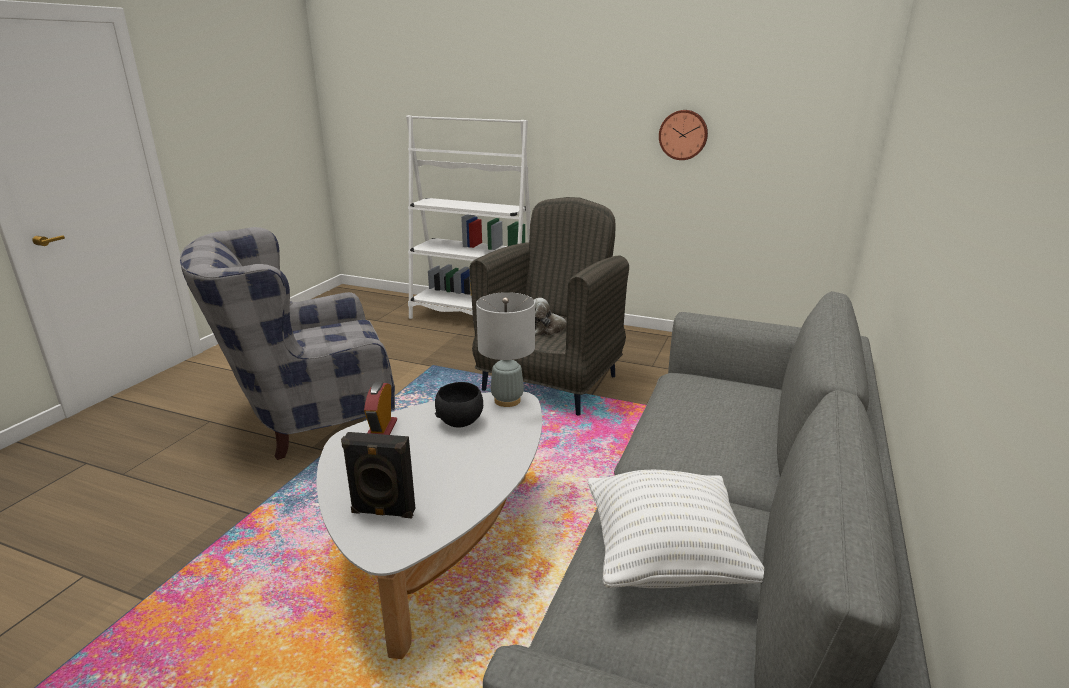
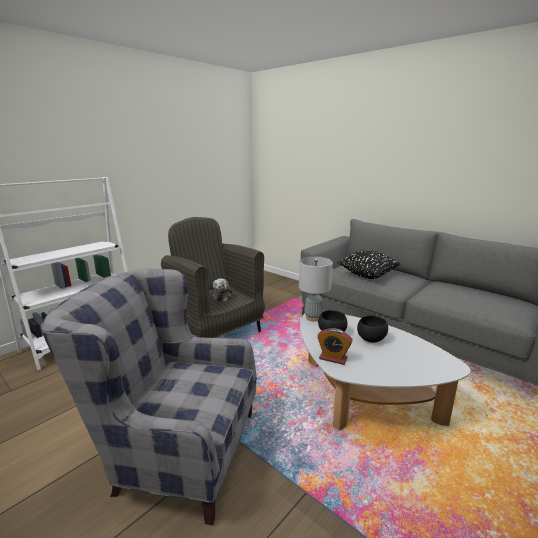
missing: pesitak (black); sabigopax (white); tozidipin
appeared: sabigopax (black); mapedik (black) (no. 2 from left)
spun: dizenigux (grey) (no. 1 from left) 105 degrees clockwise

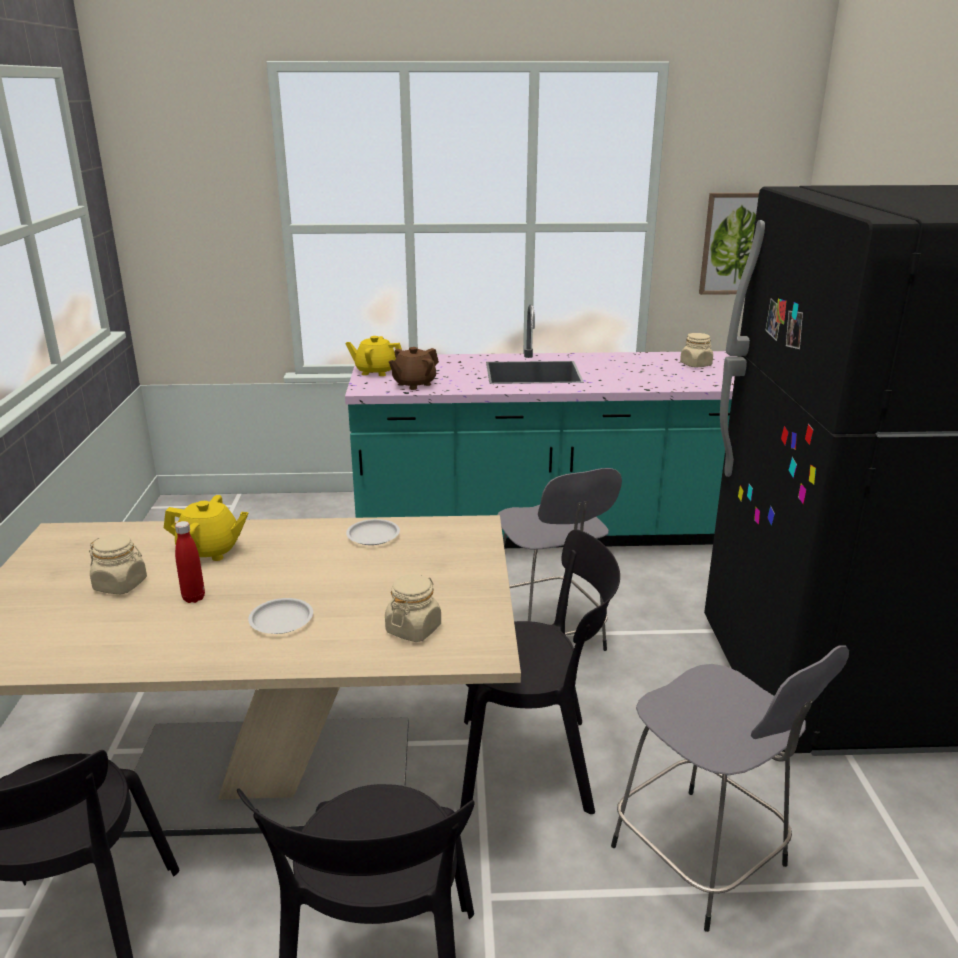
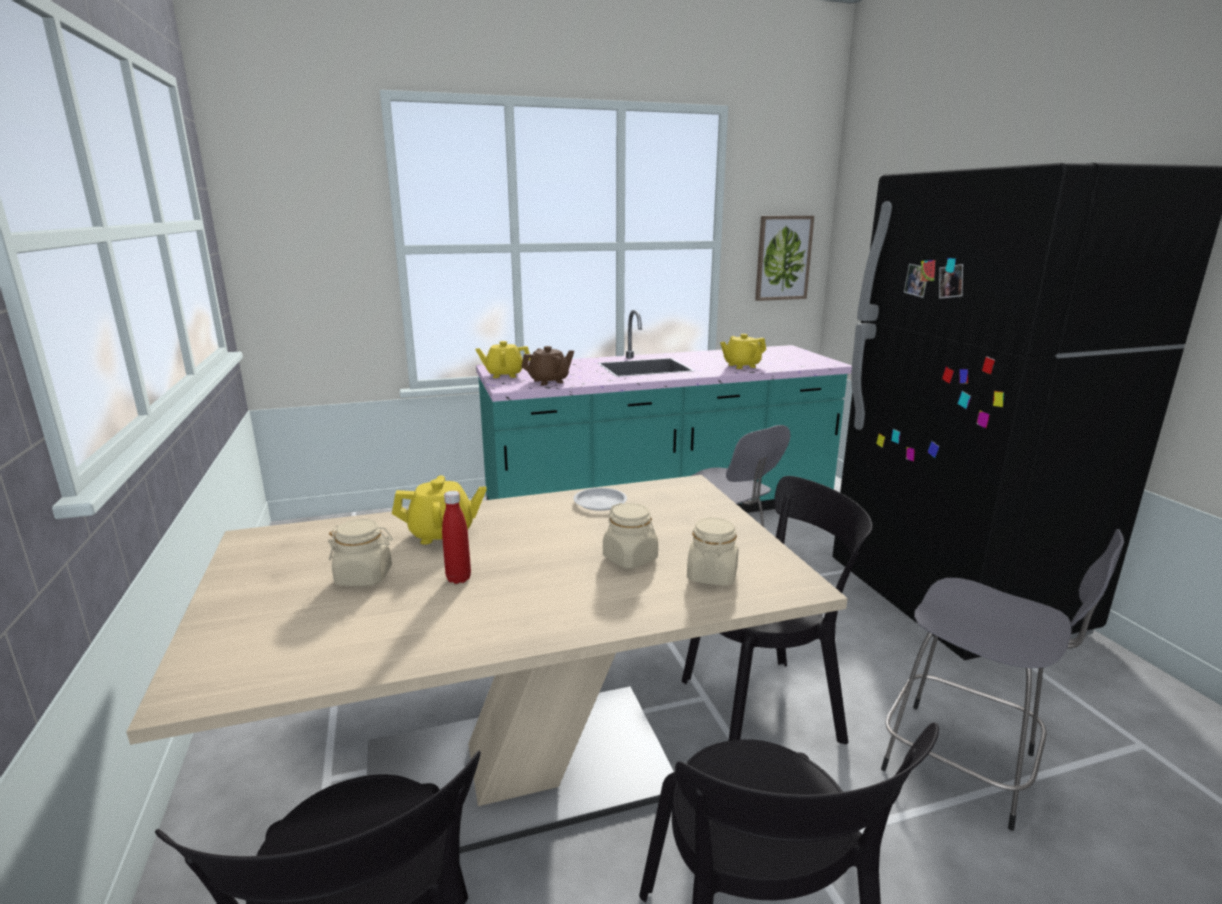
missing: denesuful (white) (no. 1 from left)
appeared: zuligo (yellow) (no. 3 from left)
relocated: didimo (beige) (no. 3 from left in the first image) to didimo (beige) (no. 2 from left)
spun: zuligo (brown) 150 degrees counterclockwise

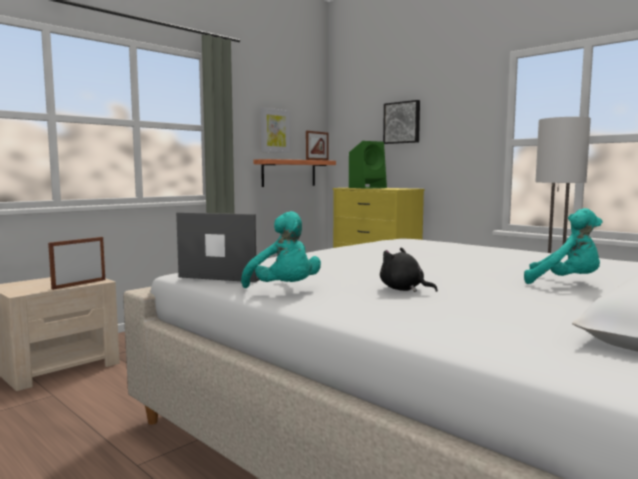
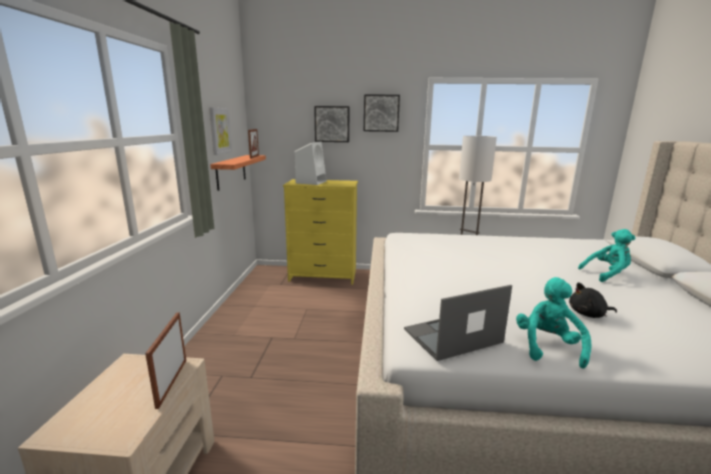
appeared: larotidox (no. 3 from left)
colour: pesitak (green) to pesitak (white)
spun: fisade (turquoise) (no. 1 from left) 90 degrees counterclockwise

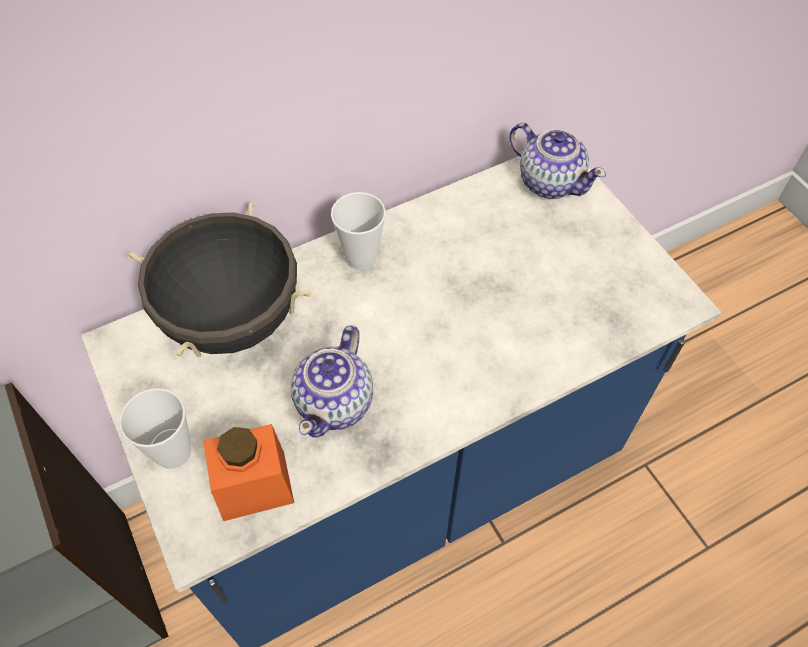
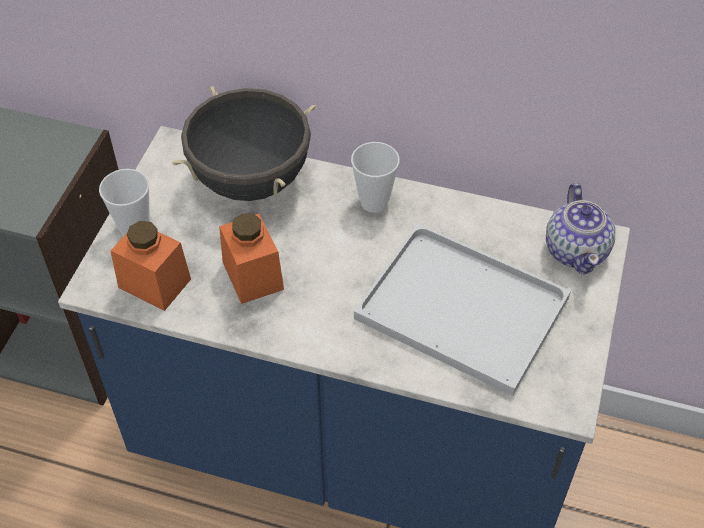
appeared: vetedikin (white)
exchanged: zuligo (no. 1 from left) to didimo (orange) (no. 2 from left)

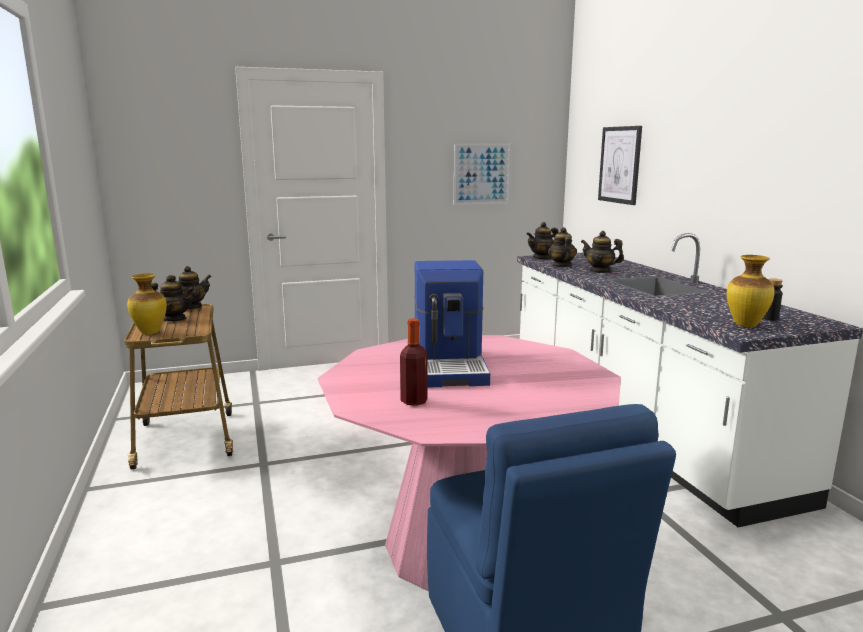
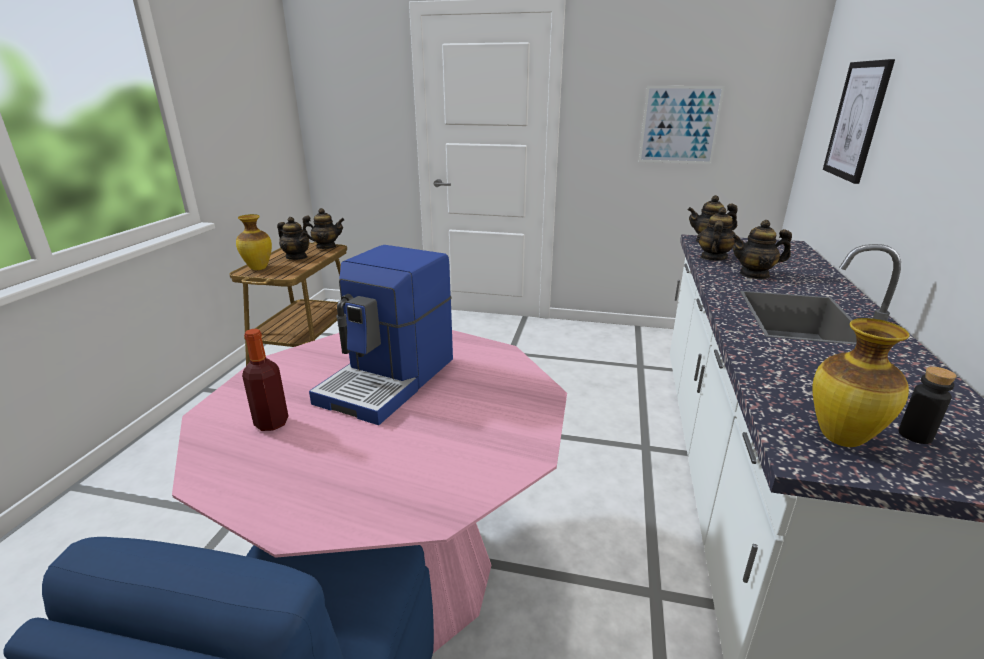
spun: zuligo (no. 5 from left) 60 degrees counterclockwise

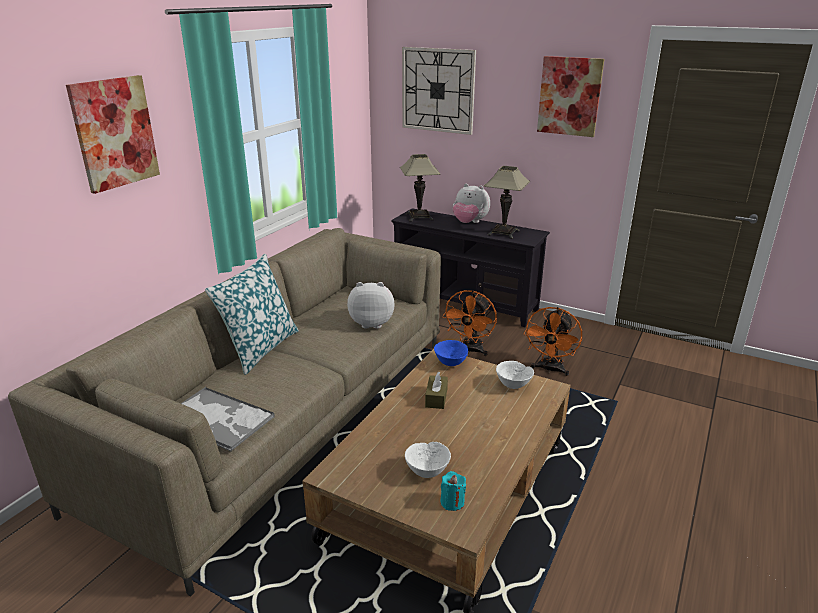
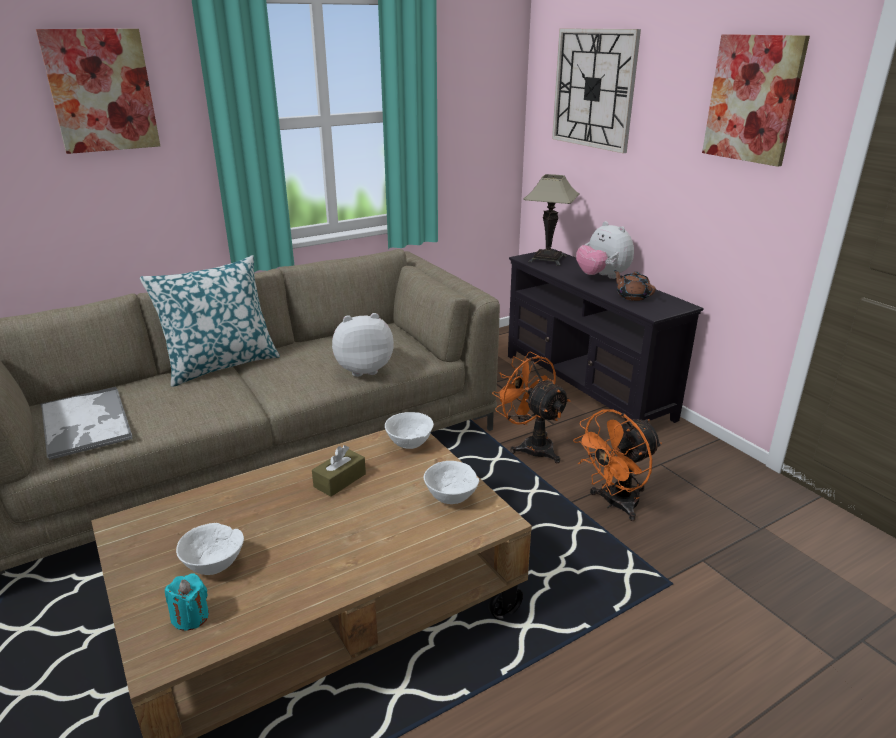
exchanged: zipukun (no. 2 from left) to zuligo (brown)
colour: mapedik (blue) to mapedik (white) (no. 2 from left)
spun: fisade (no. 1 from left) 45 degrees counterclockwise; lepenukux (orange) (no. 1 from left) 90 degrees clockwise

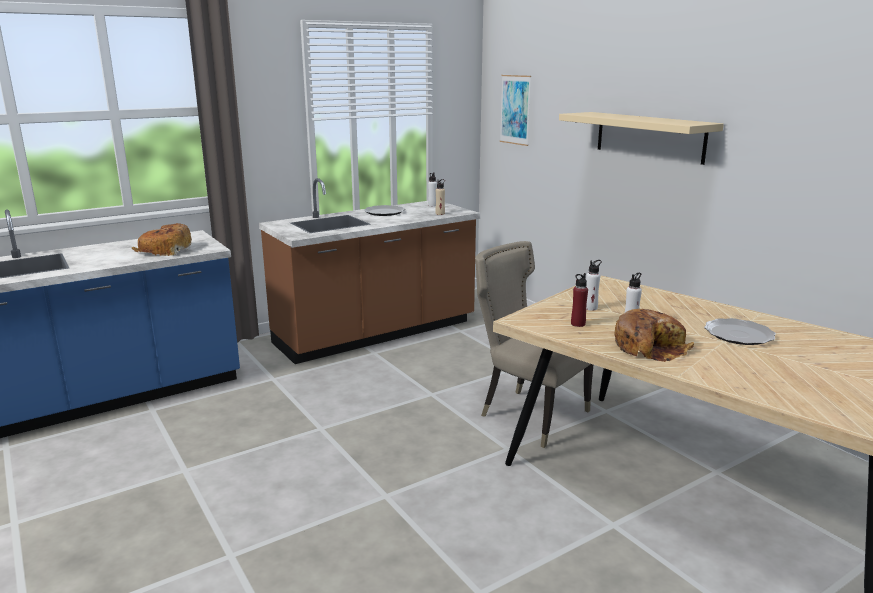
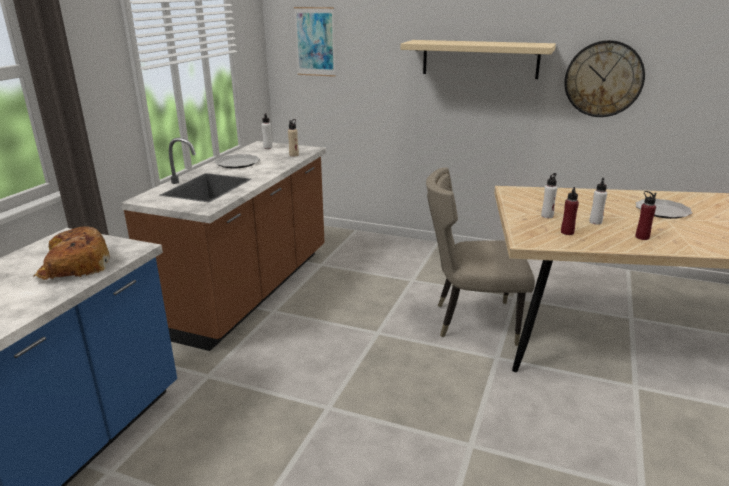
appeared: tozidipin
exchanged: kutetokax (no. 2 from left) to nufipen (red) (no. 2 from left)

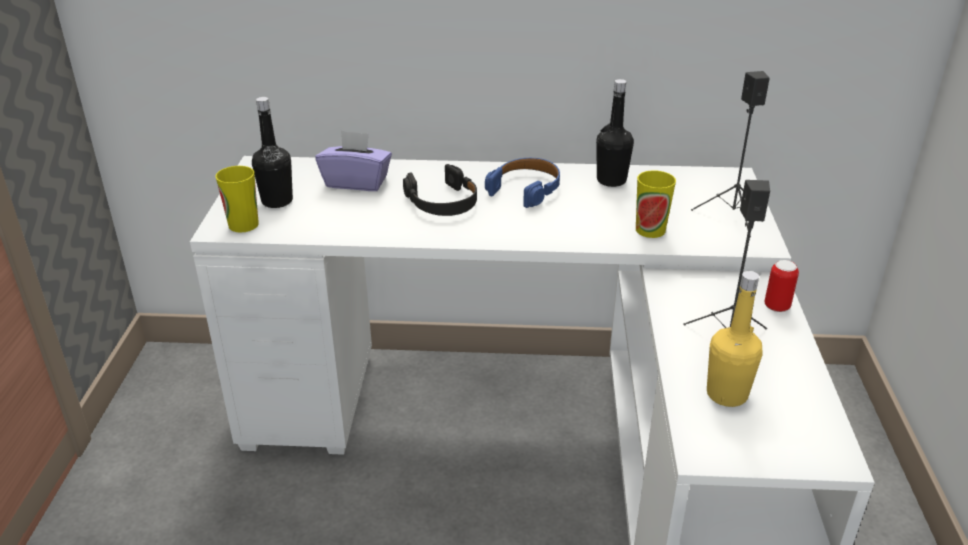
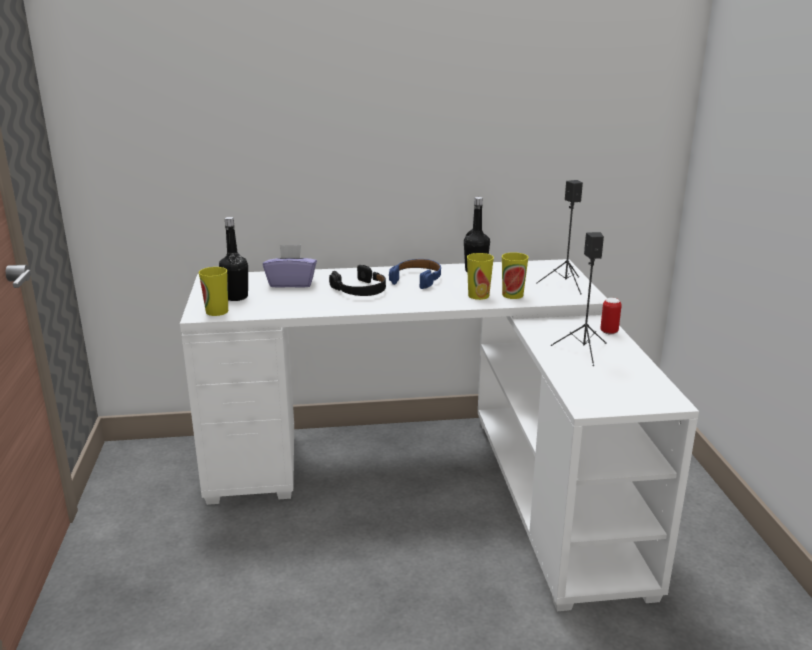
missing: nufipen (yellow)
appeared: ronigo (no. 2 from left)

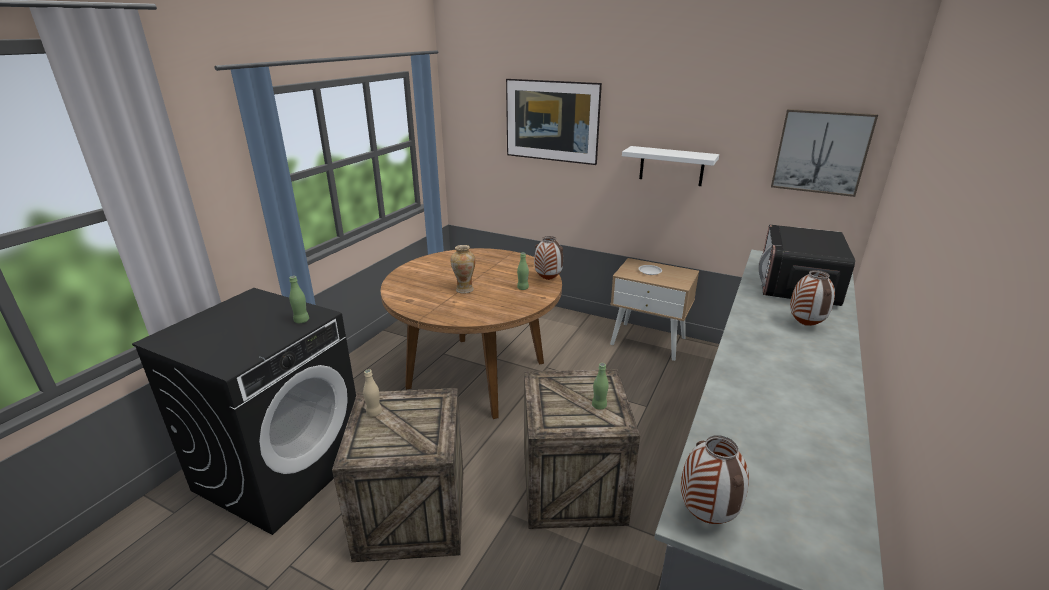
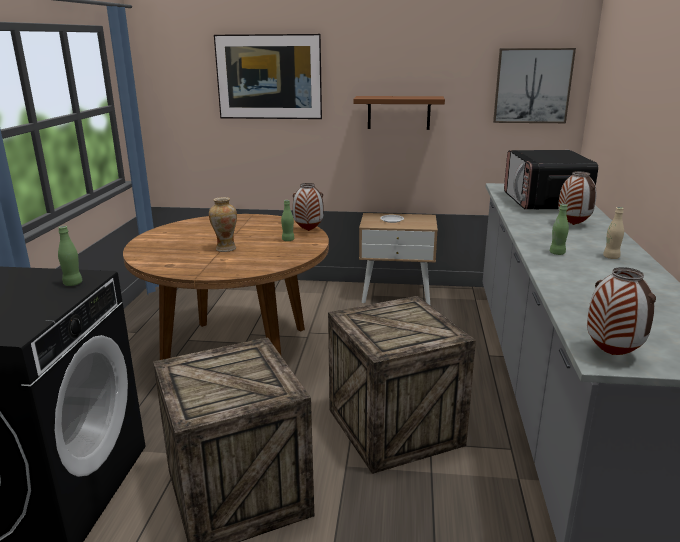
relocated: nufipen (beige); nufipen (green) (no. 3 from left)
colour: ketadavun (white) to ketadavun (brown)

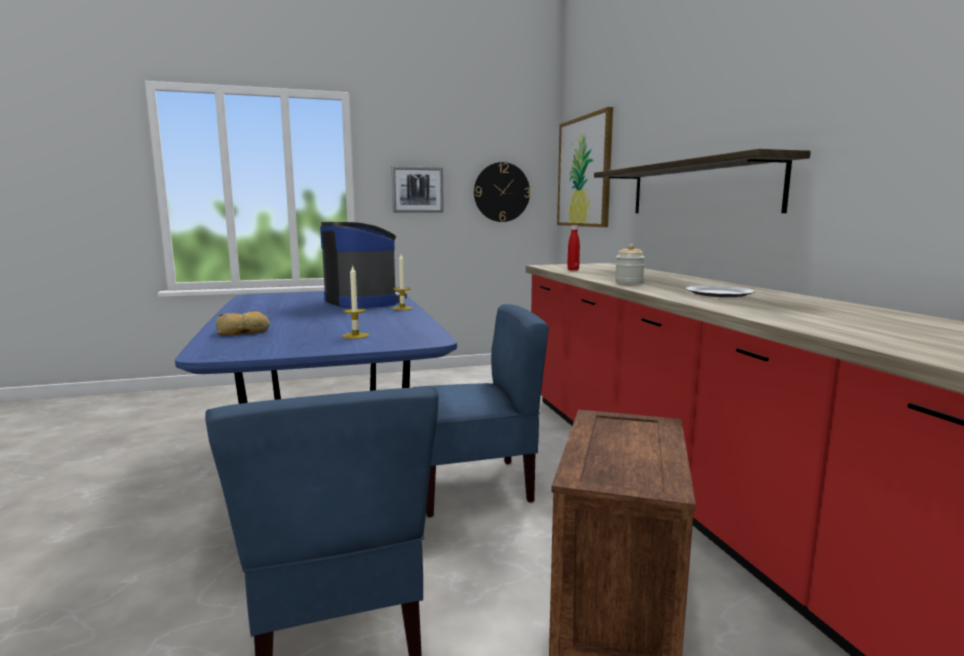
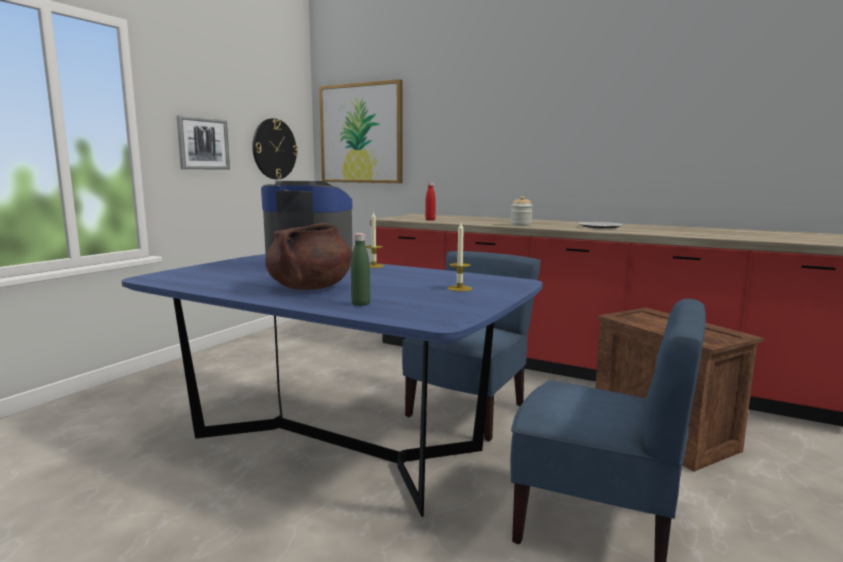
missing: ketadavun
appeared: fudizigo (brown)
exchanged: kutetokax to nufipen (green)

